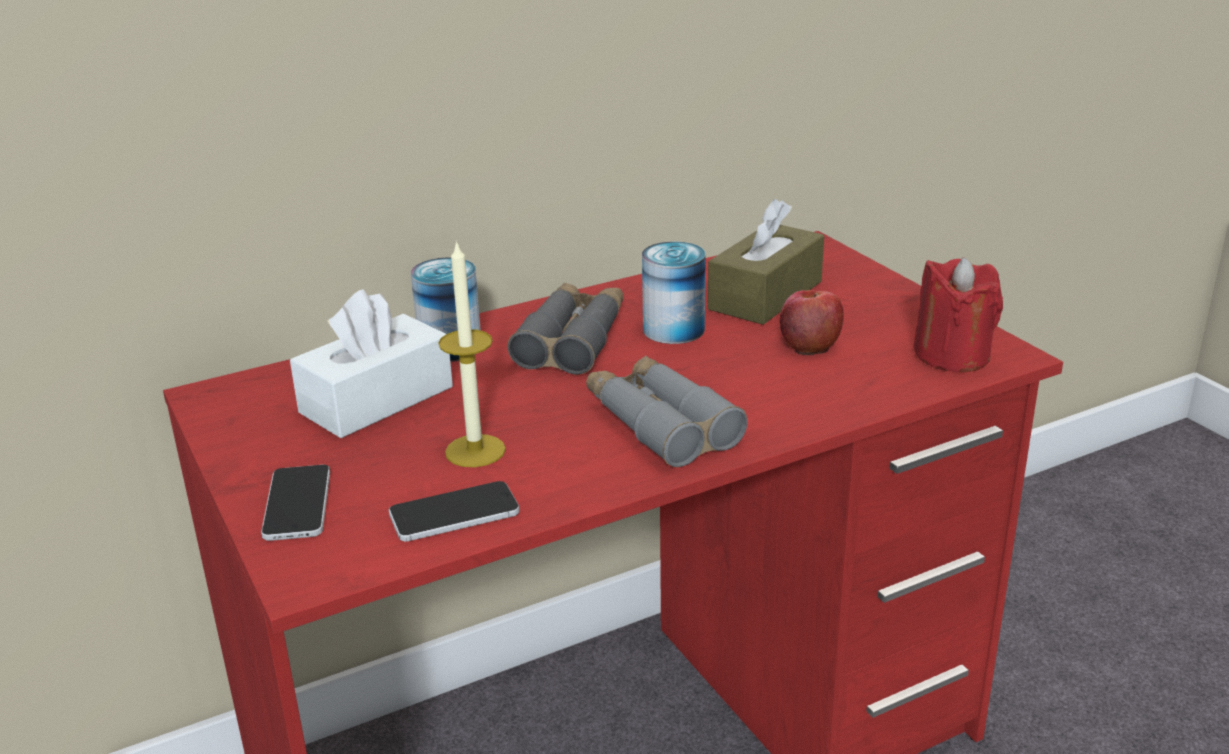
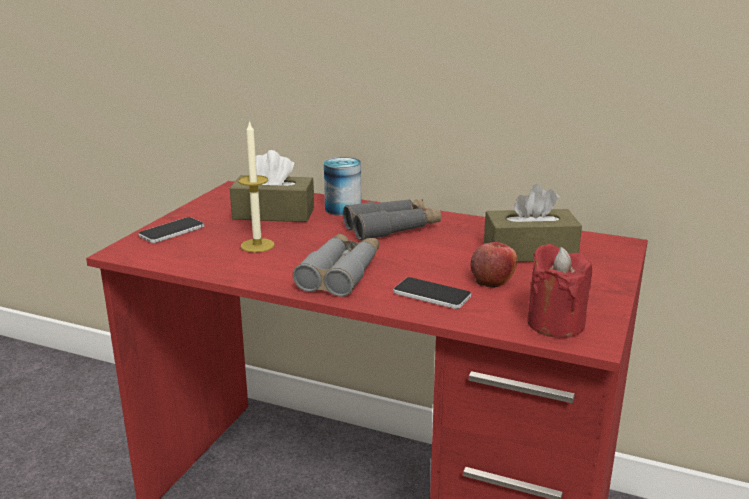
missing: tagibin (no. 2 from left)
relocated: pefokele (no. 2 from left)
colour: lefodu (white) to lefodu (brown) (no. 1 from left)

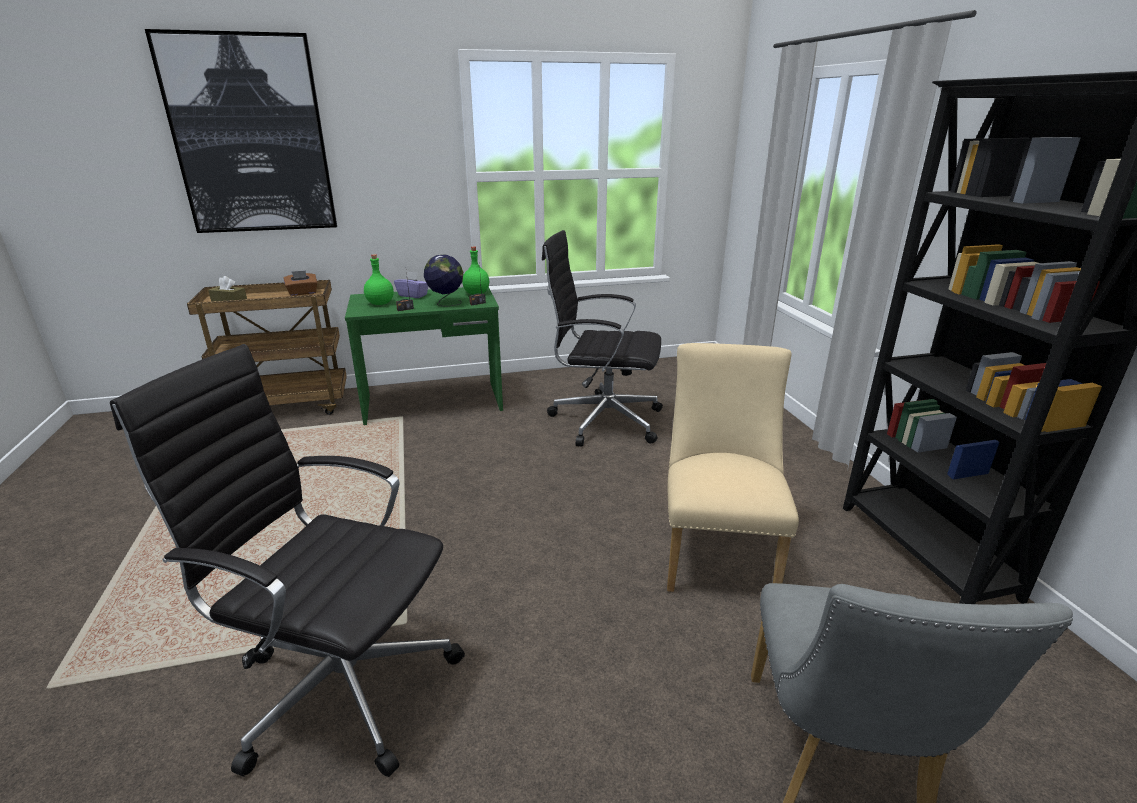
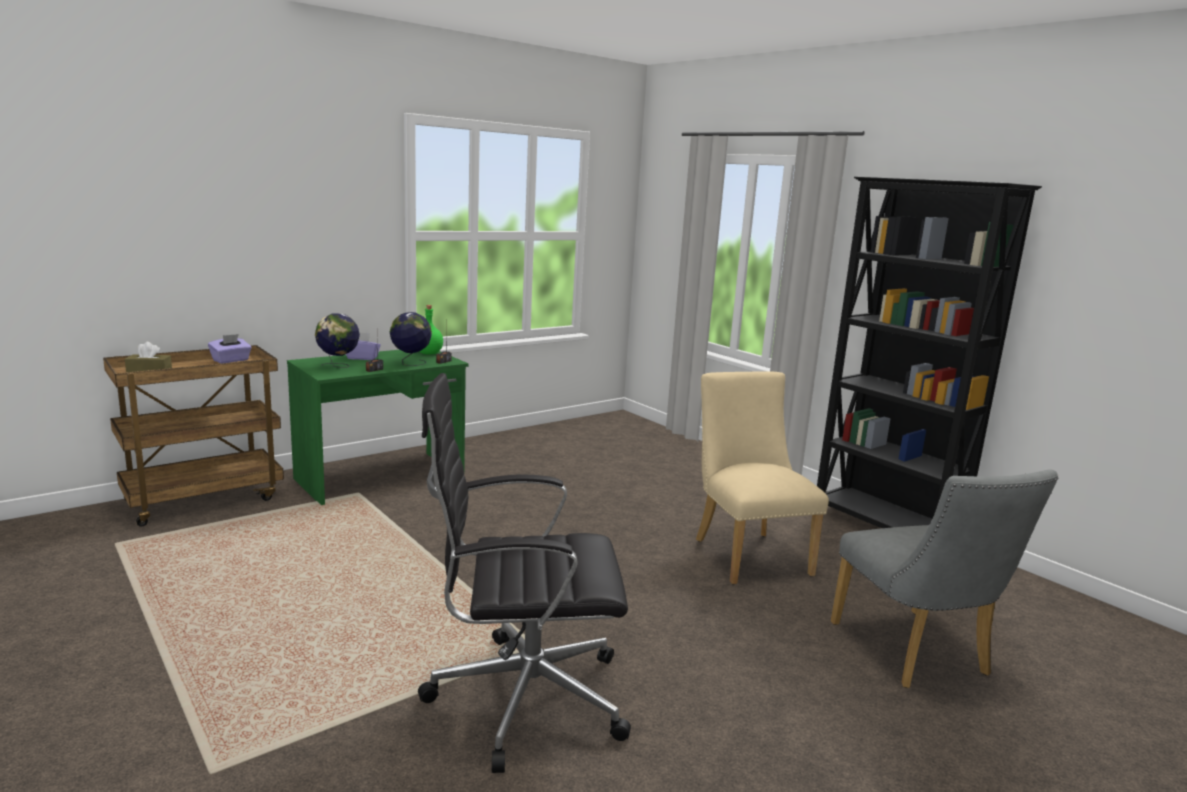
missing: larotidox; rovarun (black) (no. 2 from left)
exchanged: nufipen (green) (no. 1 from left) to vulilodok (no. 1 from left)
colour: lefodu (brown) (no. 2 from left) to lefodu (purple) (no. 1 from left)

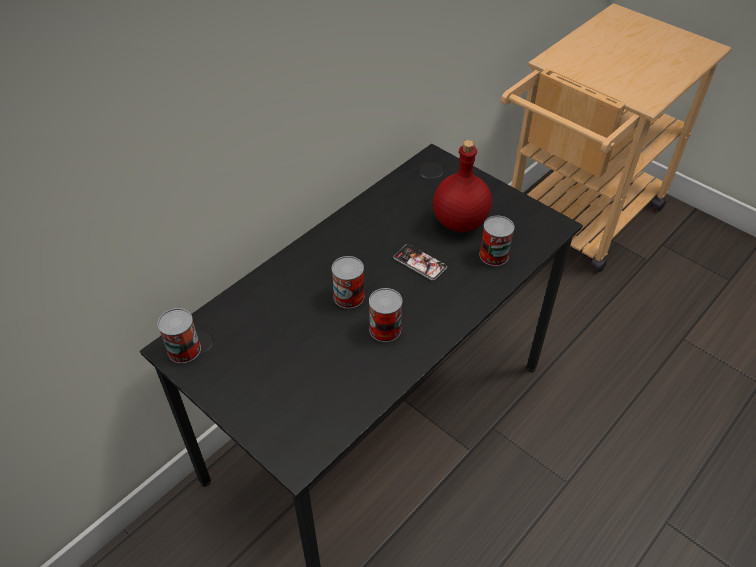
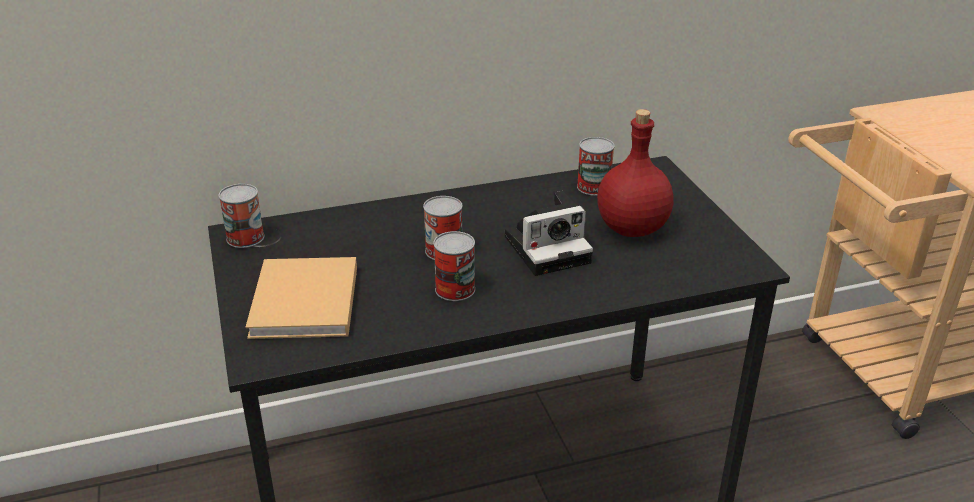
appeared: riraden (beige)
relocated: tagibin (no. 4 from left)
exchanged: pefokele to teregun

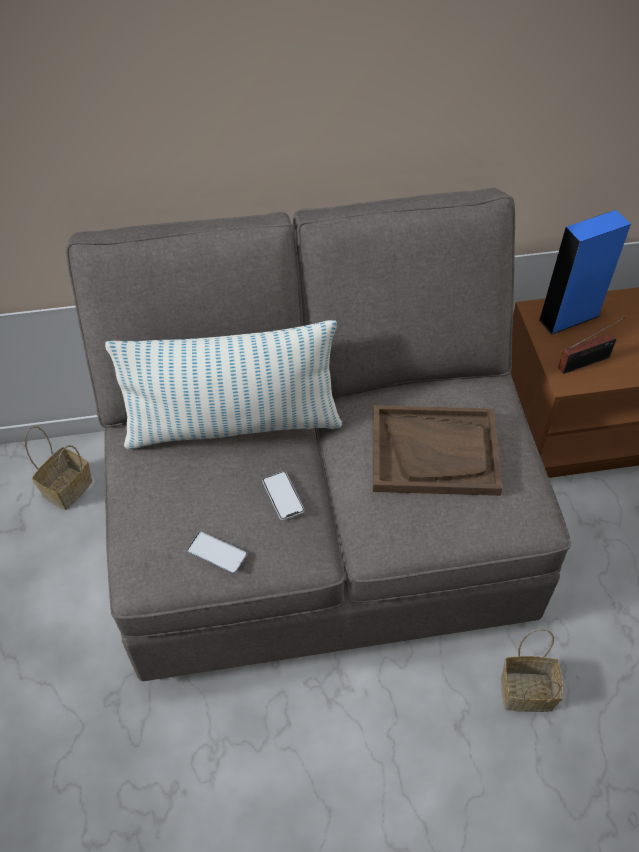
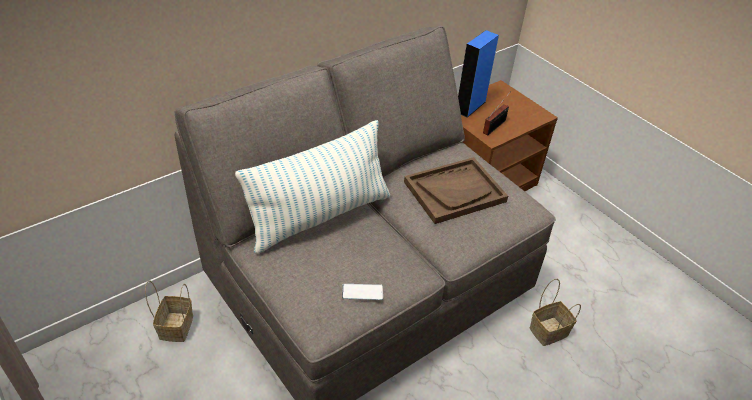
missing: pefokele (no. 2 from left)

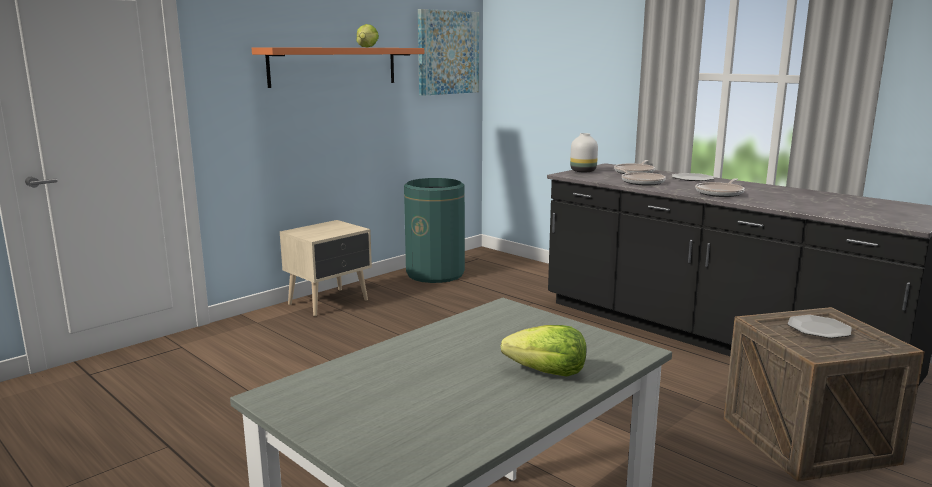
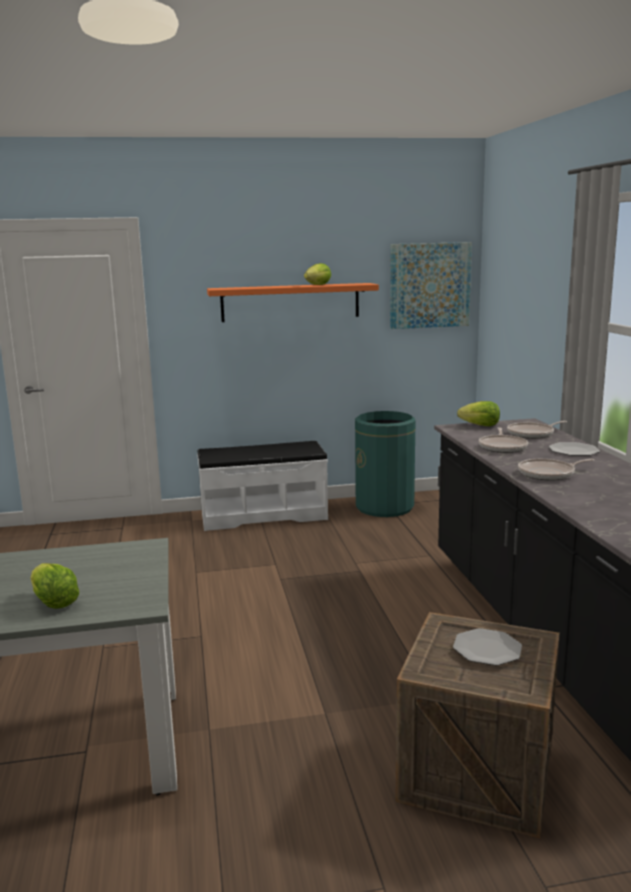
exchanged: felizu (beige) to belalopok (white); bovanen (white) to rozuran (no. 3 from left)

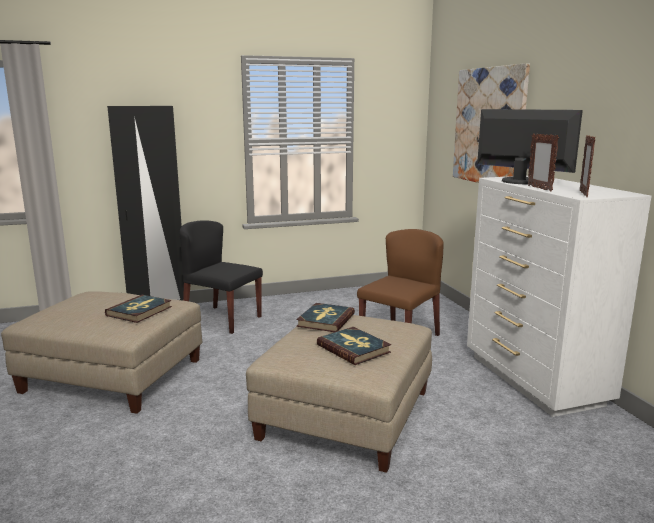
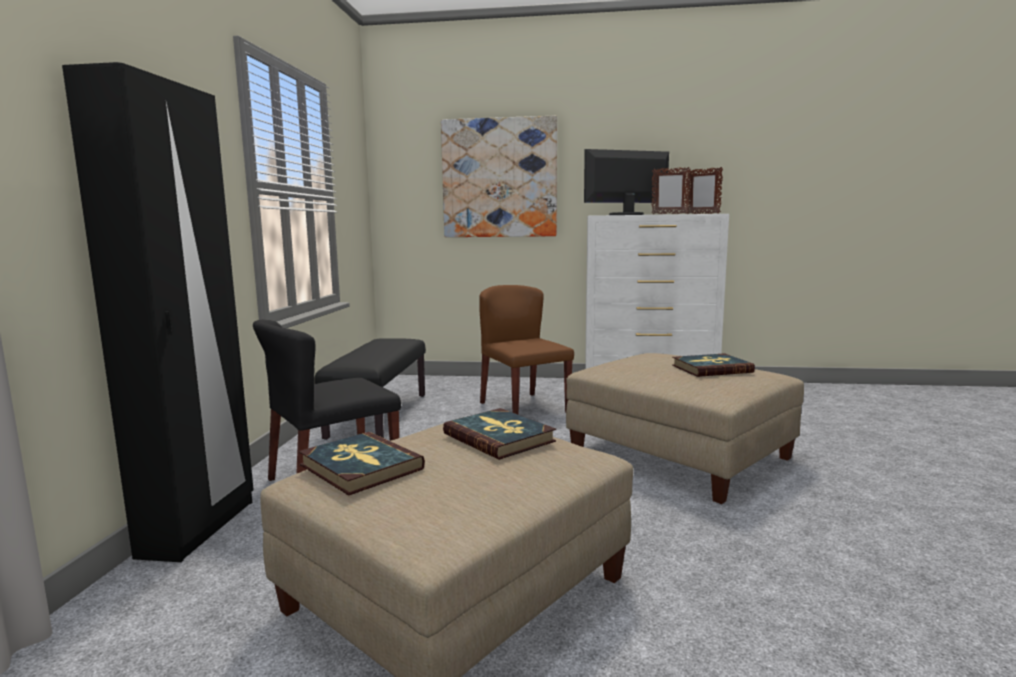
appeared: belalopok (black)
relocated: riraden (no. 2 from left in the first image) to riraden (no. 1 from left)

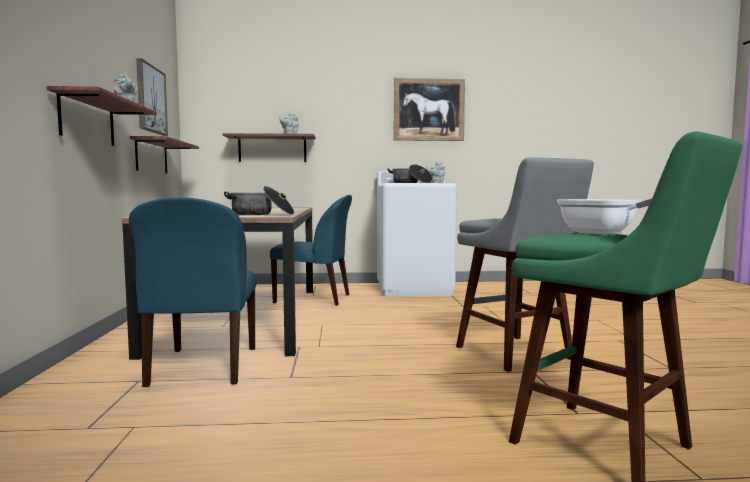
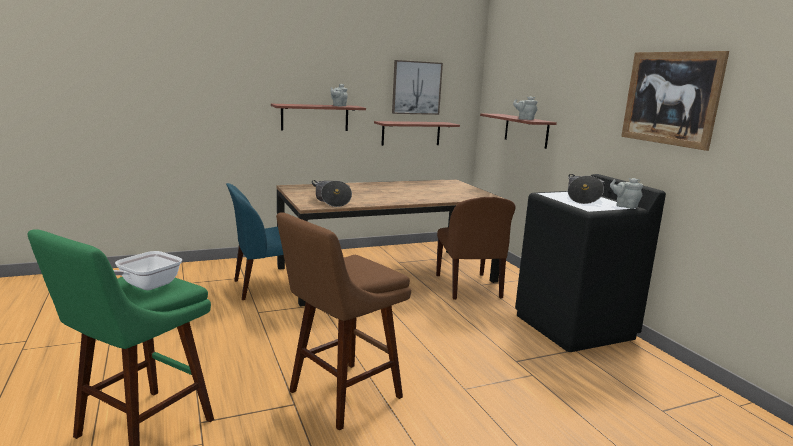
colour: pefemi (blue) (no. 2 from left) to pefemi (brown); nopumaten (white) to nopumaten (black); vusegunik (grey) to vusegunik (brown)

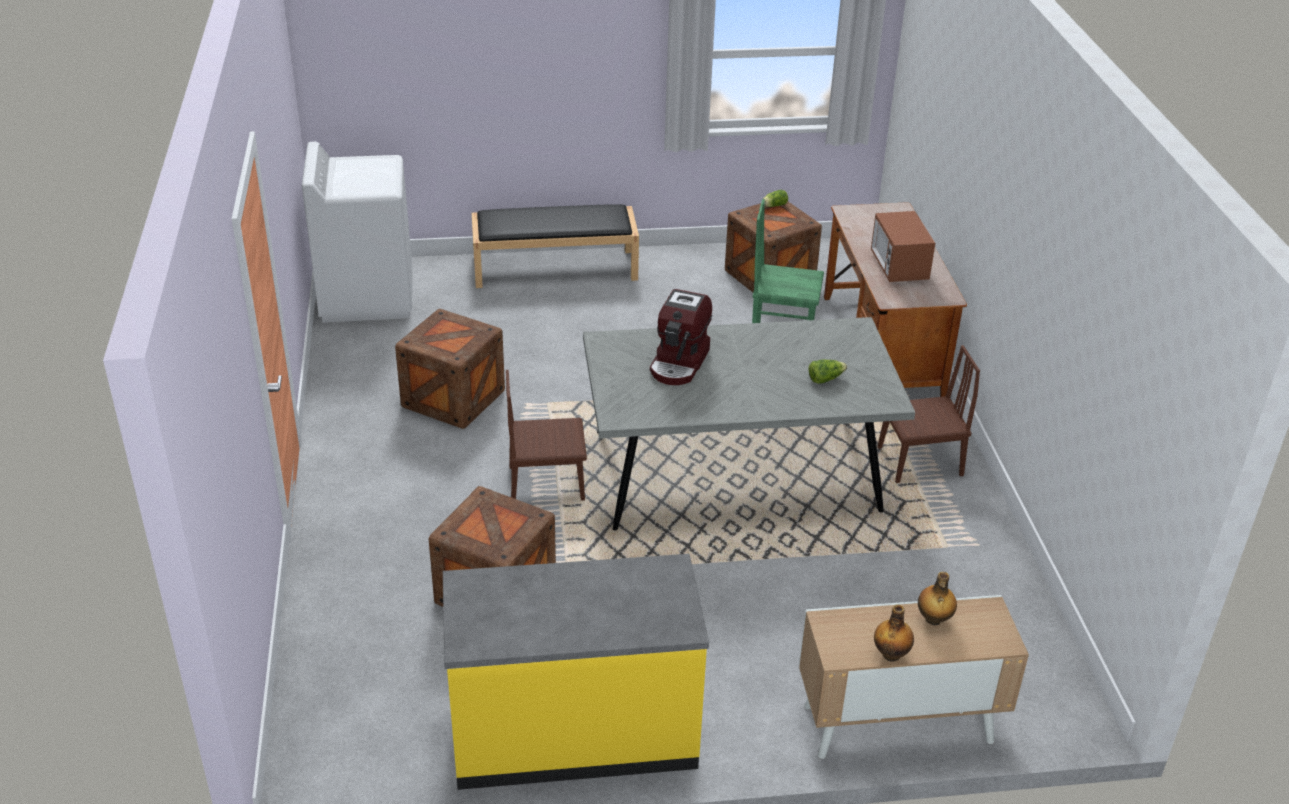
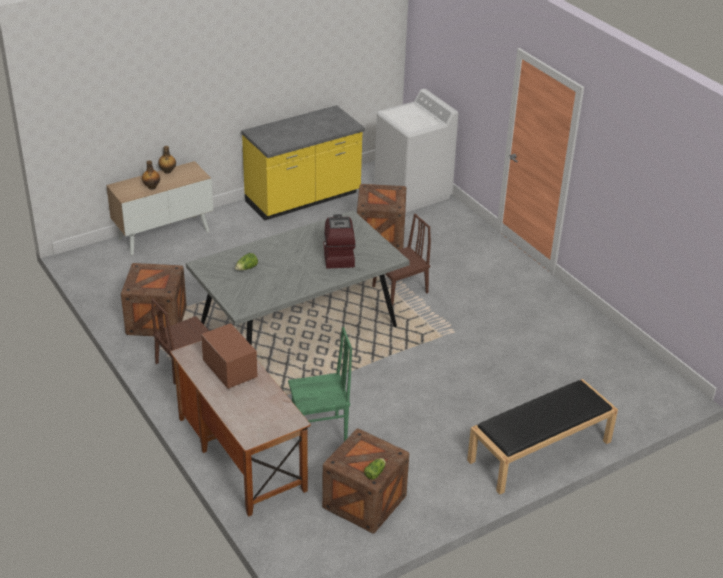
relocated: nopumaten (white); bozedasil (no. 1 from left)

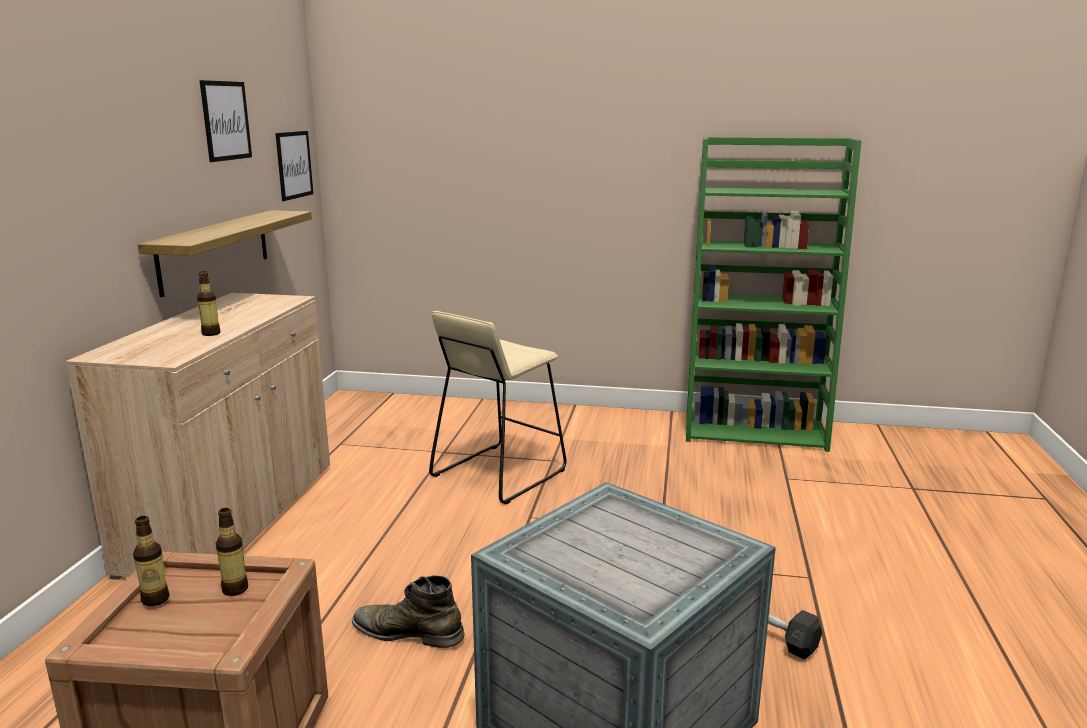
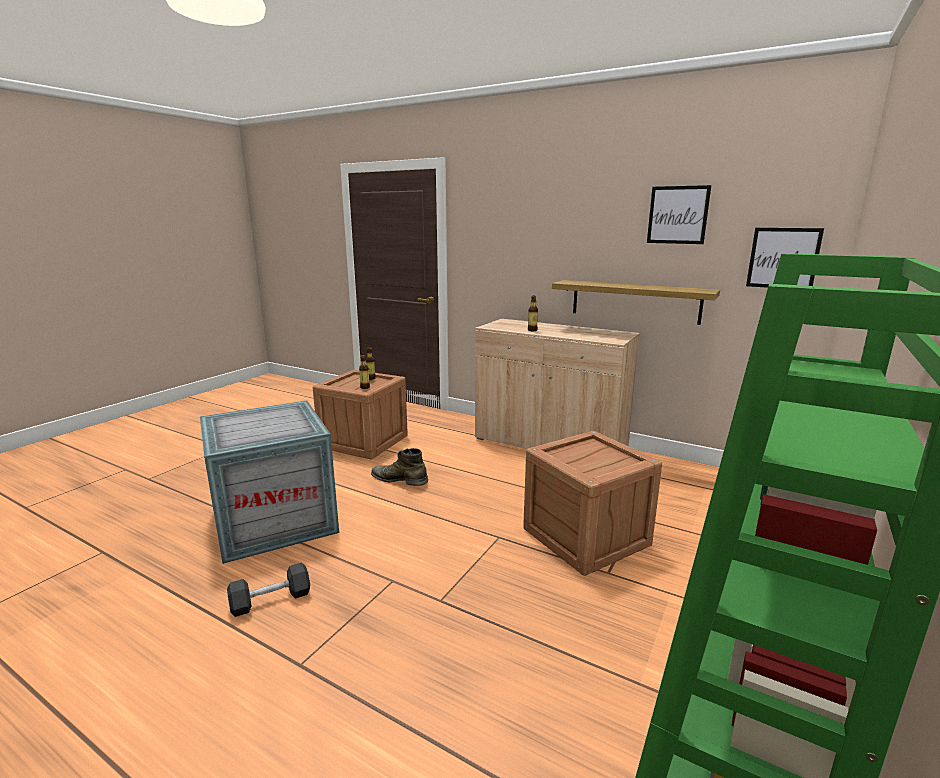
exchanged: vusegunik (beige) to bozedasil (no. 3 from left)
spun: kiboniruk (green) 105 degrees counterclockwise

